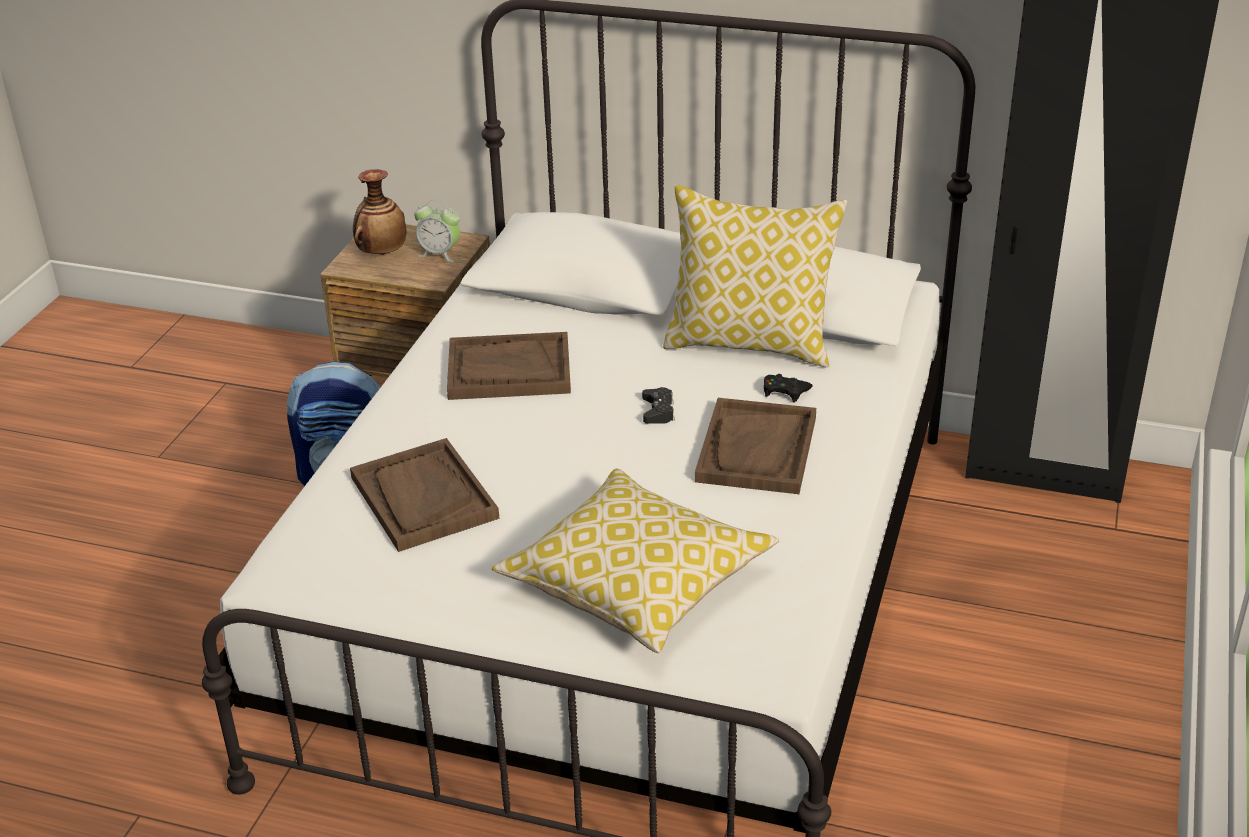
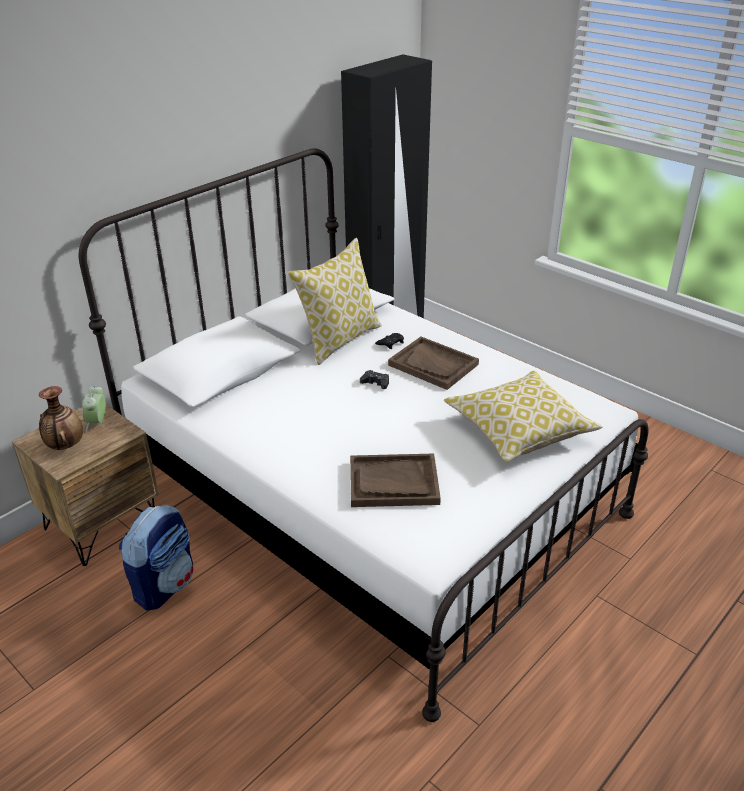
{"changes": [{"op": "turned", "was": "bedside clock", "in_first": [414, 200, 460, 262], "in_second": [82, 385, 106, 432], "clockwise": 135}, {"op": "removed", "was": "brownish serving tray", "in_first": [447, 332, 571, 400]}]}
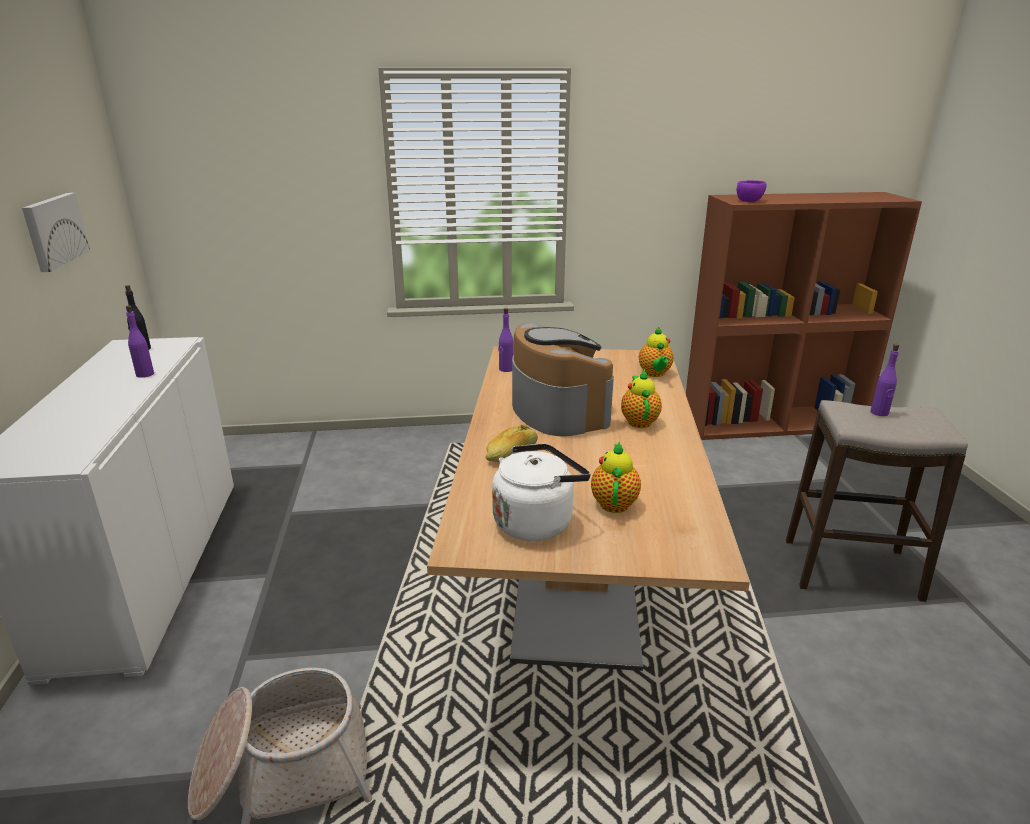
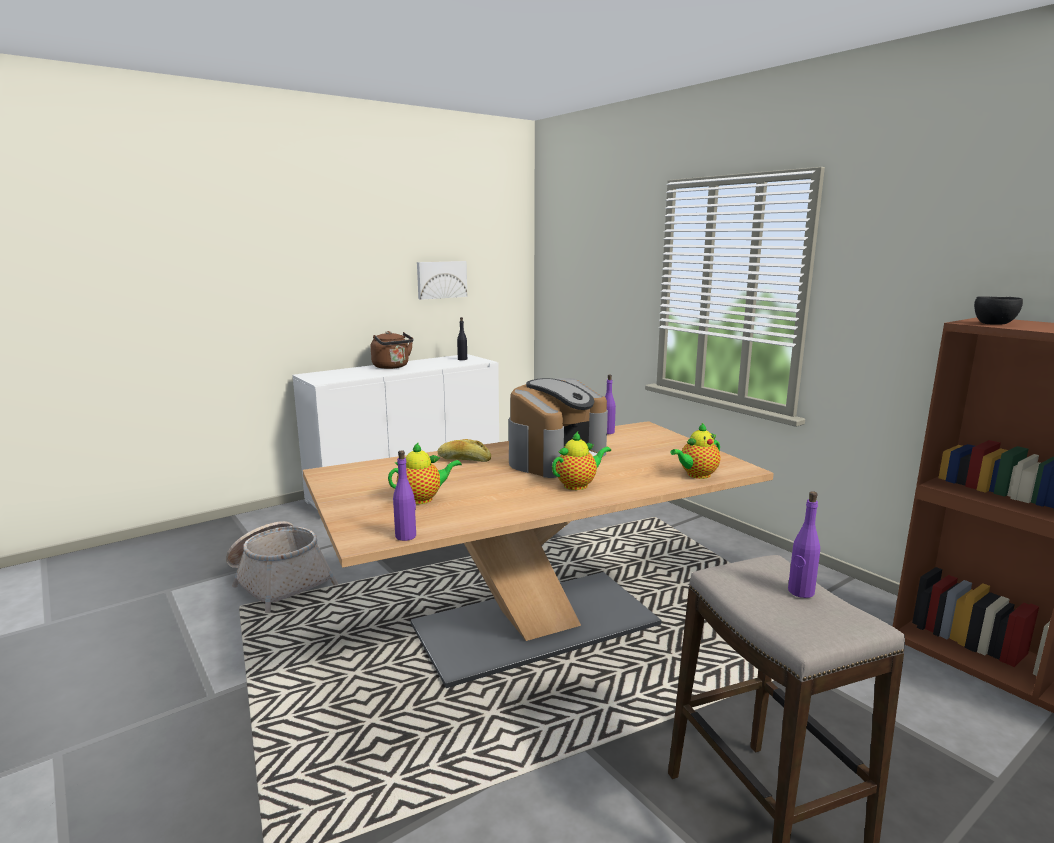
{"changes": [{"op": "moved", "was": "purplish drink bottle", "in_first": [126, 306, 154, 378], "in_second": [393, 450, 416, 541]}, {"op": "removed", "was": "whitish tea kettle", "in_first": [492, 443, 591, 541]}, {"op": "recoloured", "was": "purplish serving bowl", "now": "black-coloured serving bowl", "in_first": [737, 180, 766, 202], "in_second": [974, 296, 1023, 325]}, {"op": "added", "now": "brownish tea kettle", "in_second": [371, 331, 413, 369]}]}
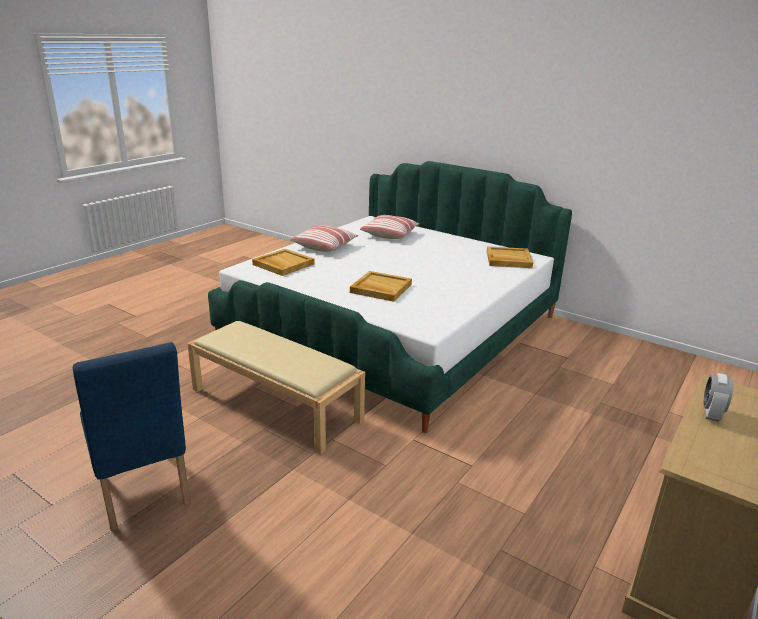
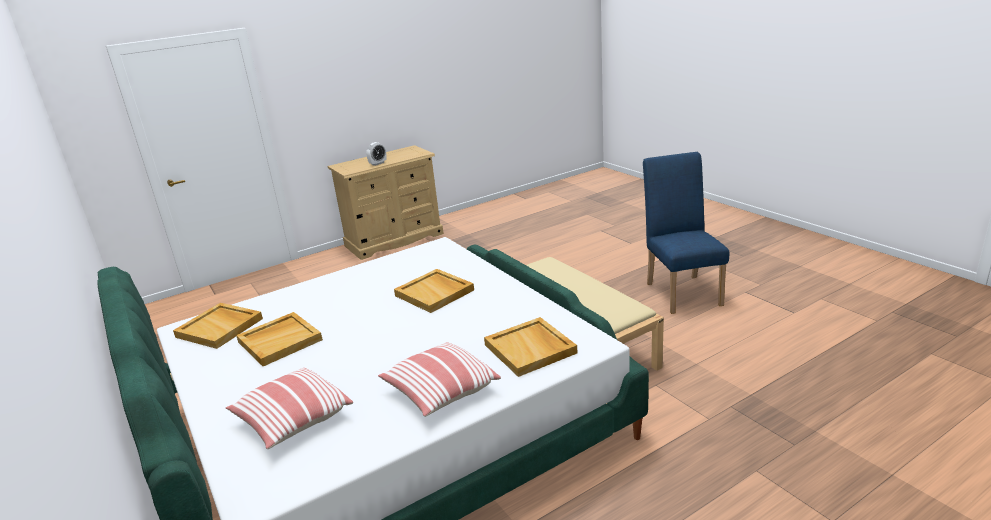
{"changes": [{"op": "added", "now": "sand-coloured serving tray", "in_second": [236, 312, 323, 366]}]}
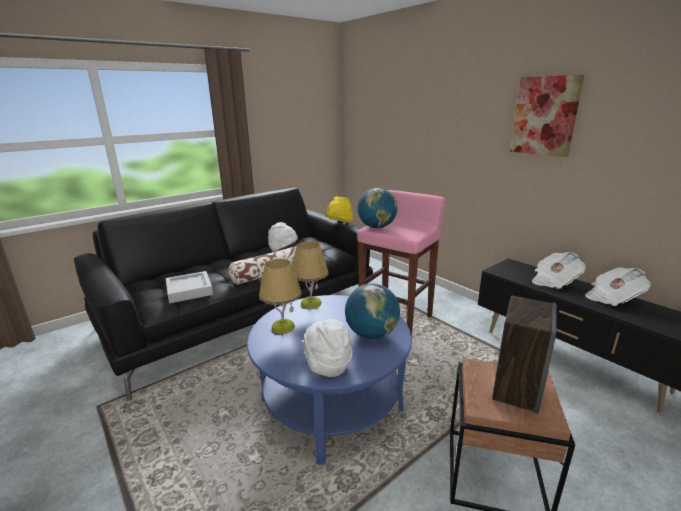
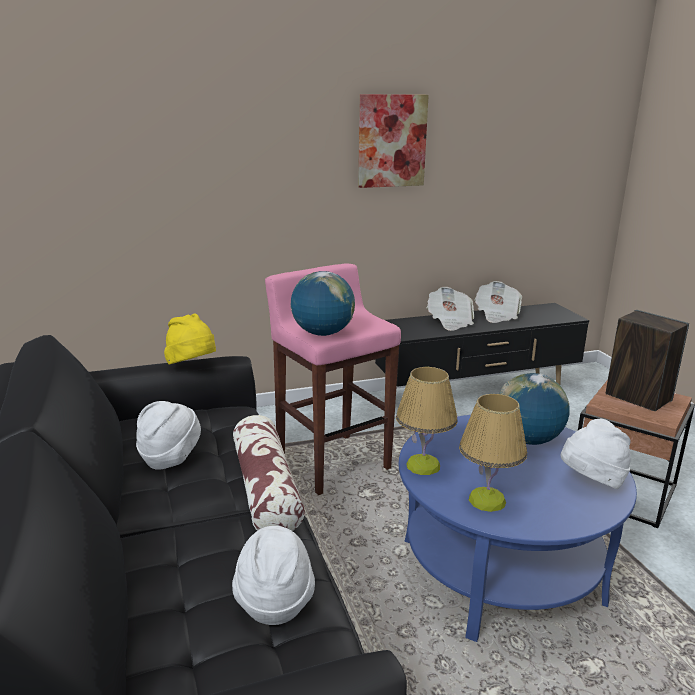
{"changes": [{"op": "replaced", "was": "greyish serving tray", "now": "whitish hat", "in_first": [166, 271, 213, 303], "in_second": [232, 526, 315, 625]}]}
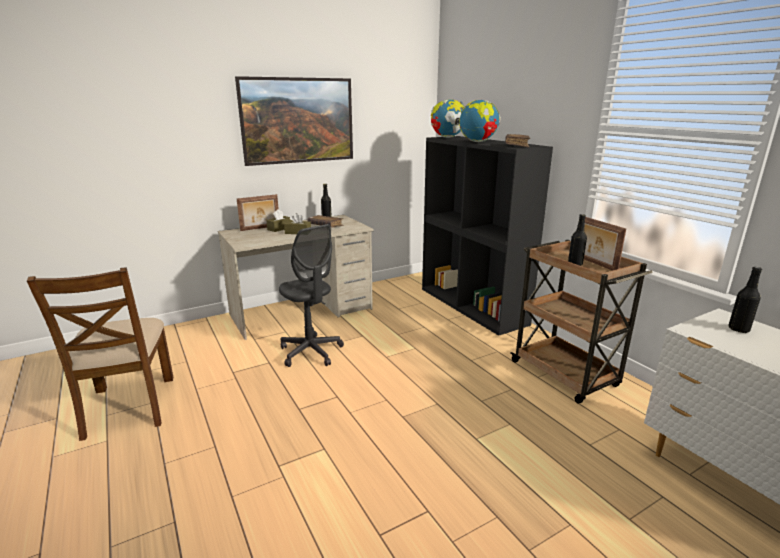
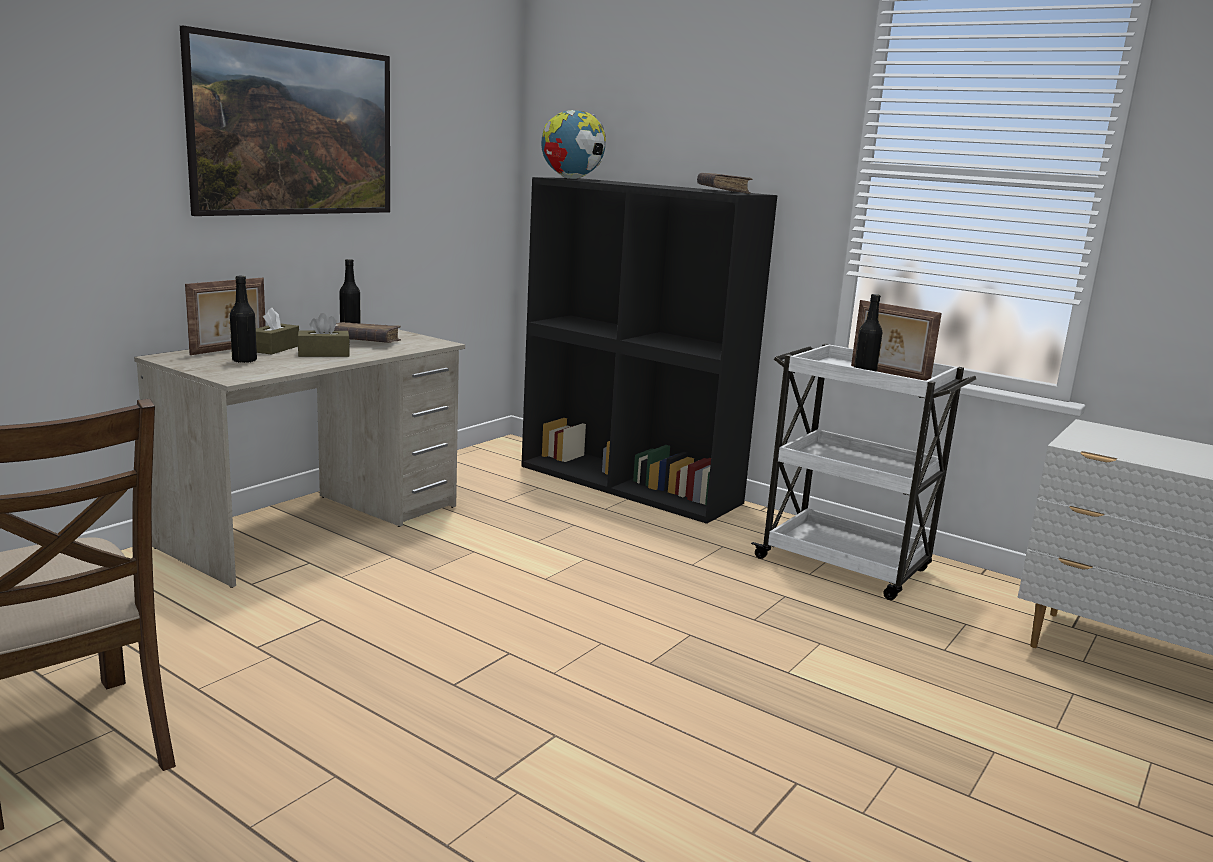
{"changes": [{"op": "removed", "was": "greyish computer chair", "in_first": [279, 224, 344, 367]}, {"op": "removed", "was": "globe", "in_first": [459, 100, 501, 142]}, {"op": "recoloured", "was": "brownish wheeled cart", "now": "whitish wheeled cart", "in_first": [510, 240, 653, 404], "in_second": [751, 343, 976, 600]}, {"op": "moved", "was": "black-coloured drink bottle", "in_first": [728, 267, 762, 333], "in_second": [230, 276, 257, 363]}]}
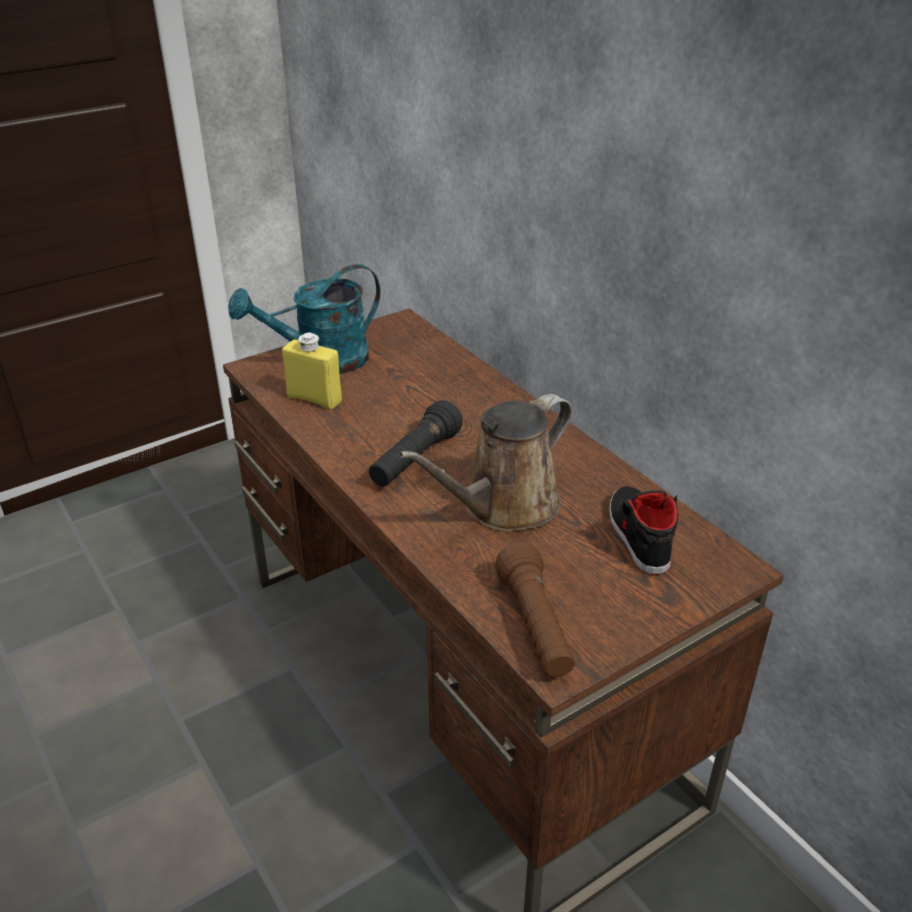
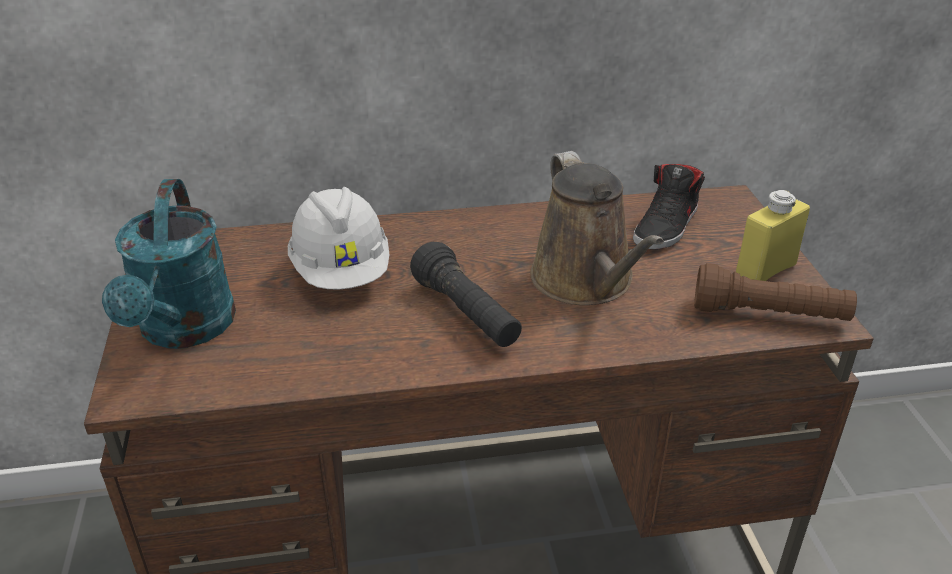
{"changes": [{"op": "moved", "was": "yellowish drink bottle", "in_first": [282, 333, 342, 409], "in_second": [736, 190, 810, 281]}, {"op": "turned", "was": "black-coloured shoe", "in_first": [609, 486, 678, 575], "in_second": [633, 164, 705, 250], "clockwise": -75}, {"op": "added", "now": "whitish hard hat", "in_second": [288, 187, 390, 289]}]}
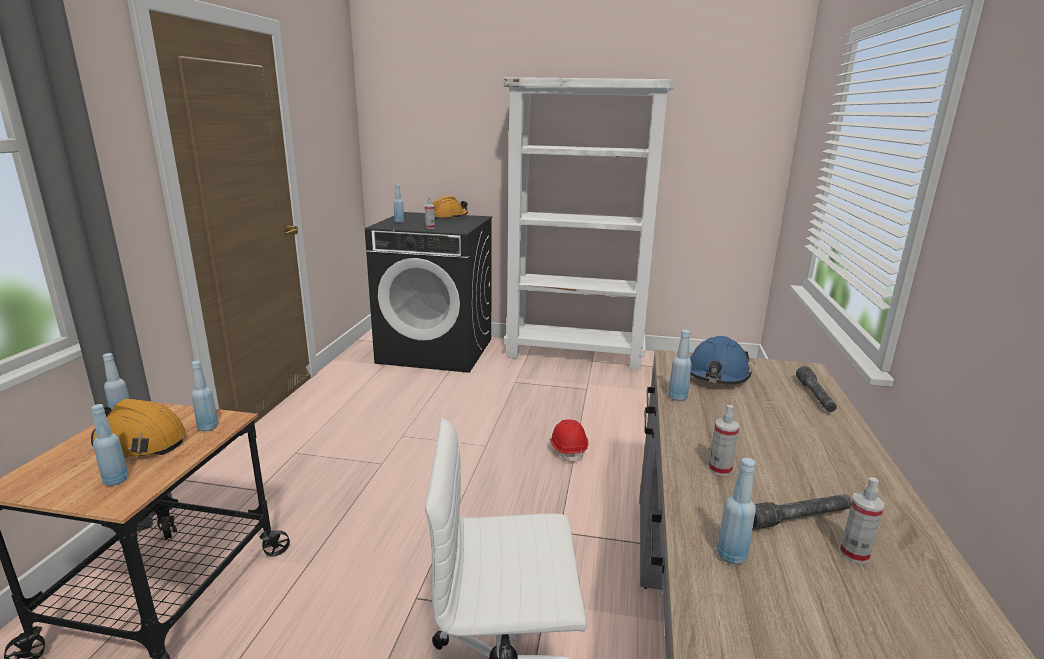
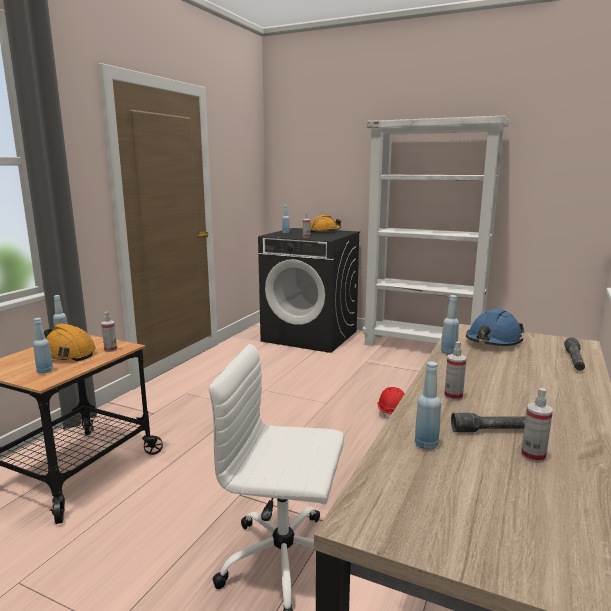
{"changes": [{"op": "replaced", "was": "bluish drink bottle", "now": "sprayer", "in_first": [191, 361, 218, 432], "in_second": [101, 312, 117, 352]}]}
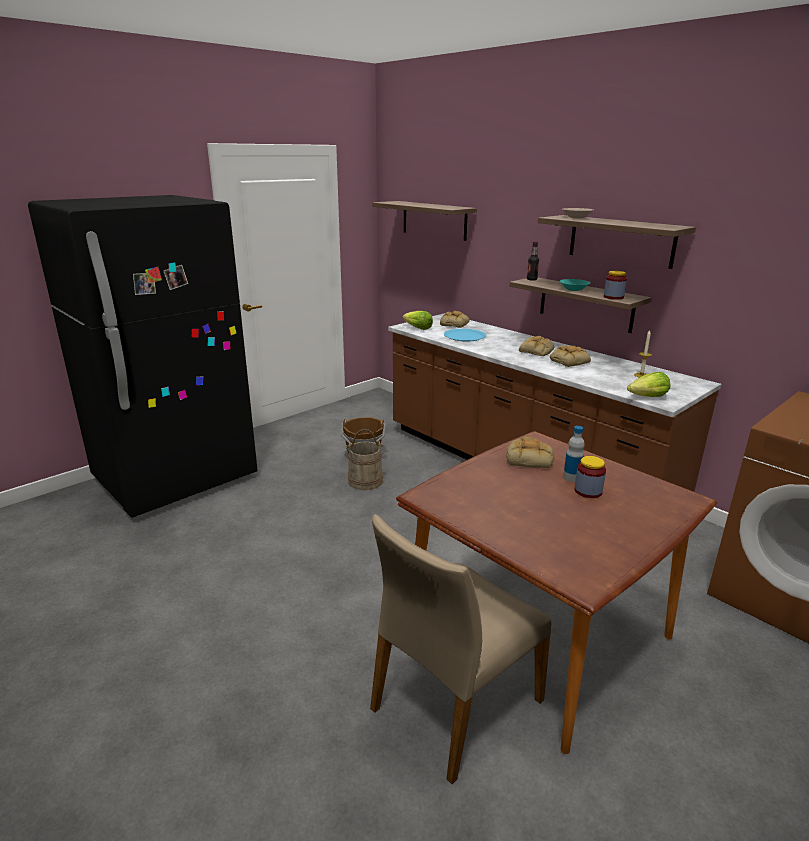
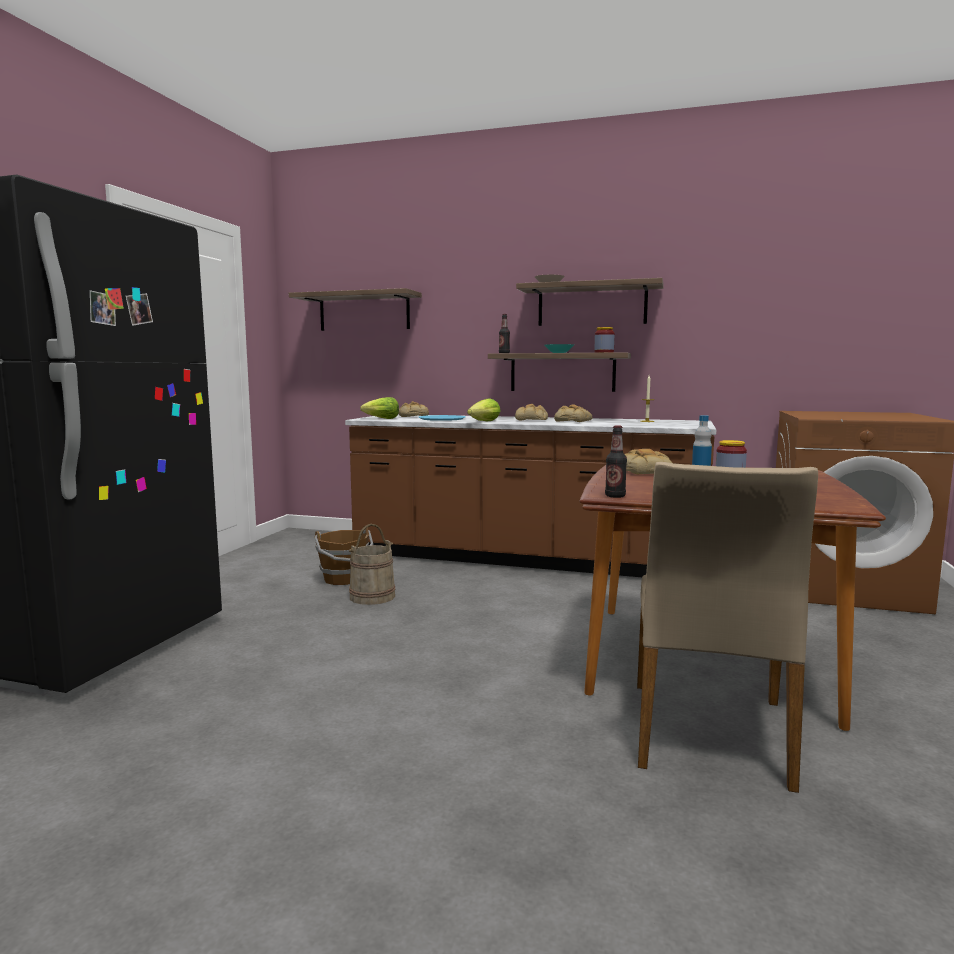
{"changes": [{"op": "moved", "was": "head of lettuce", "in_first": [627, 372, 670, 397], "in_second": [467, 398, 501, 421]}, {"op": "added", "now": "drink bottle", "in_second": [605, 425, 627, 498]}]}
